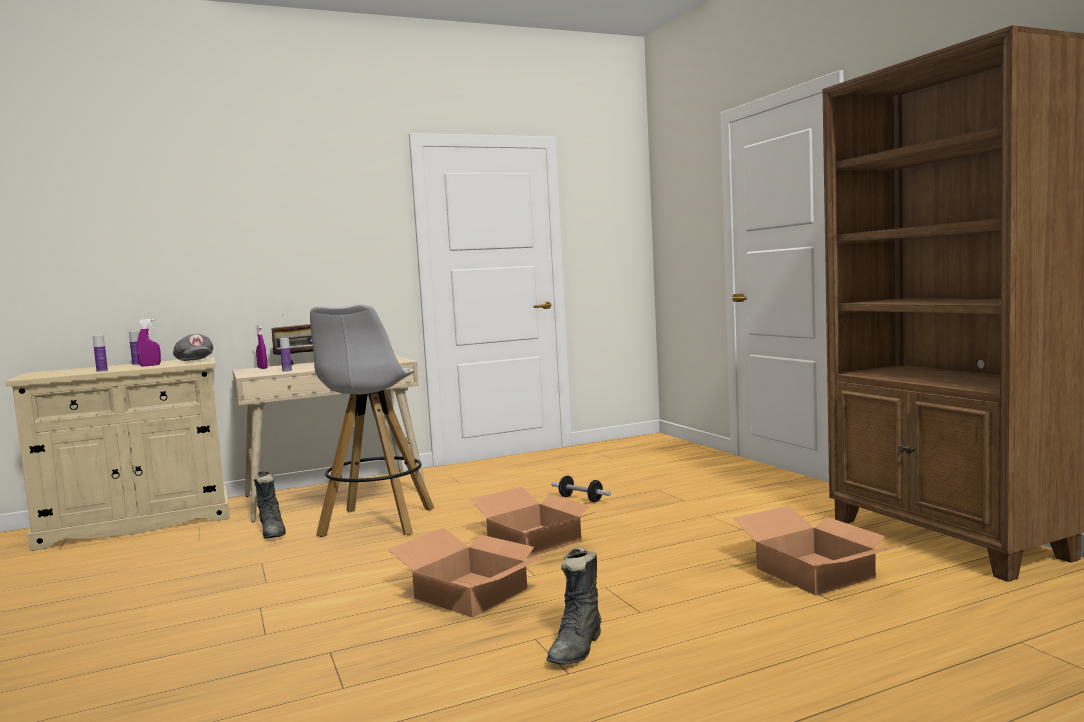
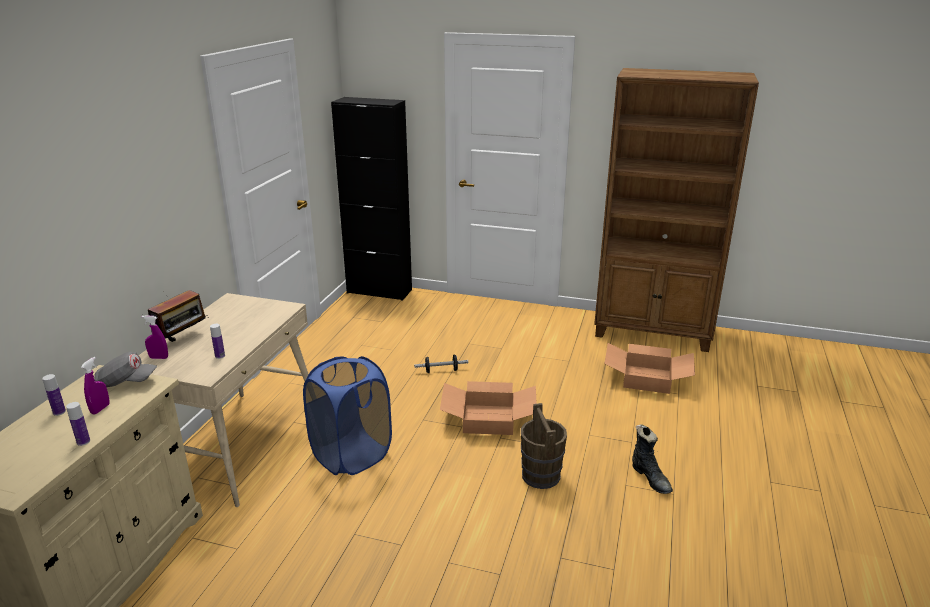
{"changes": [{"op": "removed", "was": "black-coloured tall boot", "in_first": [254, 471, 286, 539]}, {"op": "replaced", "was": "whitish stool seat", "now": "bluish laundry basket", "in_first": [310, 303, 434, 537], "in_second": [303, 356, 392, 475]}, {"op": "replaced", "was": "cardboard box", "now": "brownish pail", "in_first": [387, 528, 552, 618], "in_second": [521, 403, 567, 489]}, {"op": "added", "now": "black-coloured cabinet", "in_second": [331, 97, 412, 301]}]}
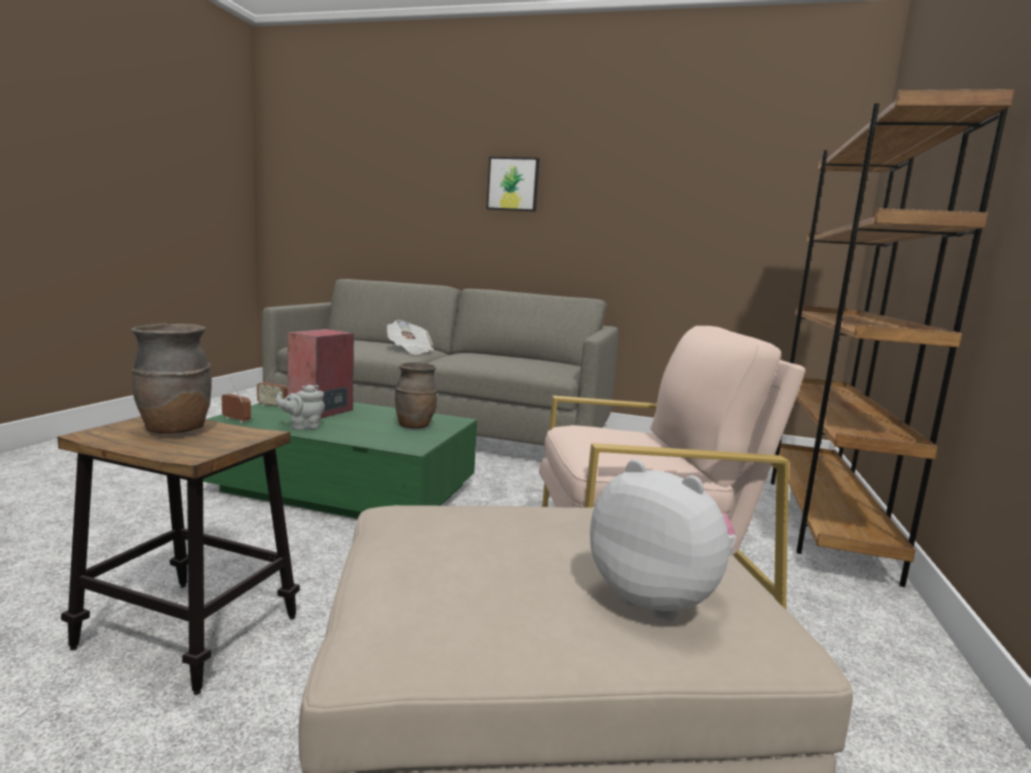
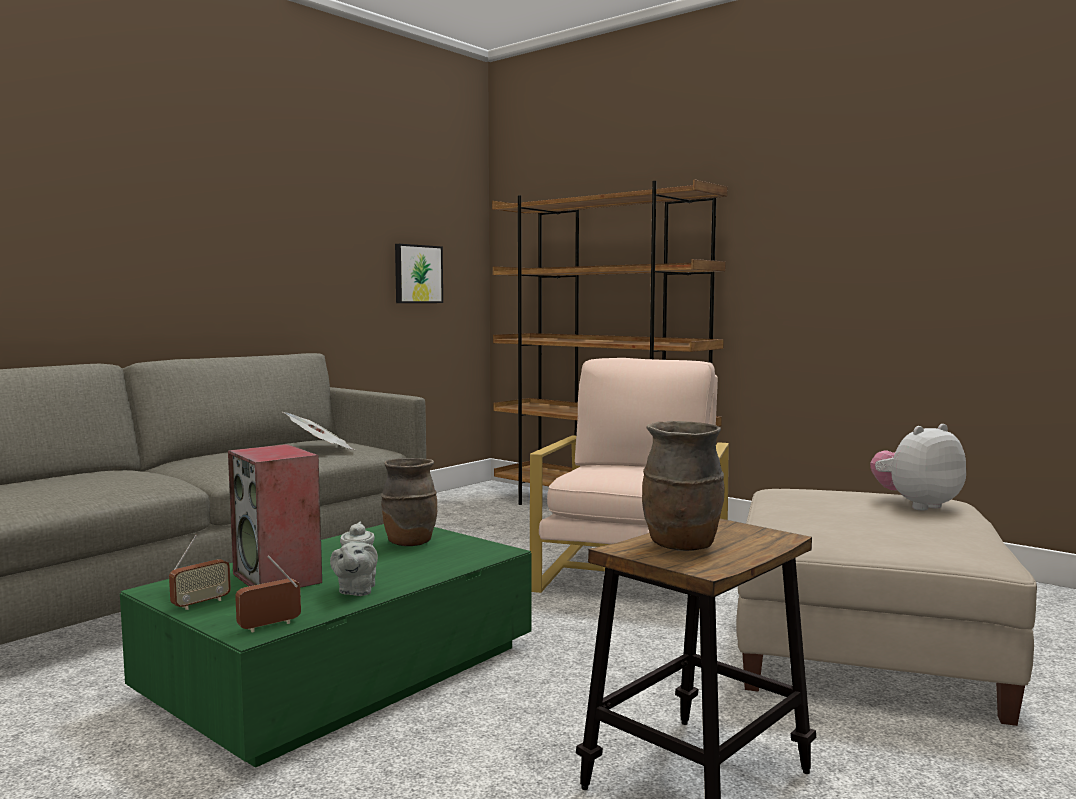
{"changes": [{"op": "moved", "was": "printed paper", "in_first": [387, 320, 434, 355], "in_second": [283, 412, 354, 450]}, {"op": "moved", "was": "wall picture", "in_first": [486, 157, 539, 212], "in_second": [395, 244, 443, 303]}]}
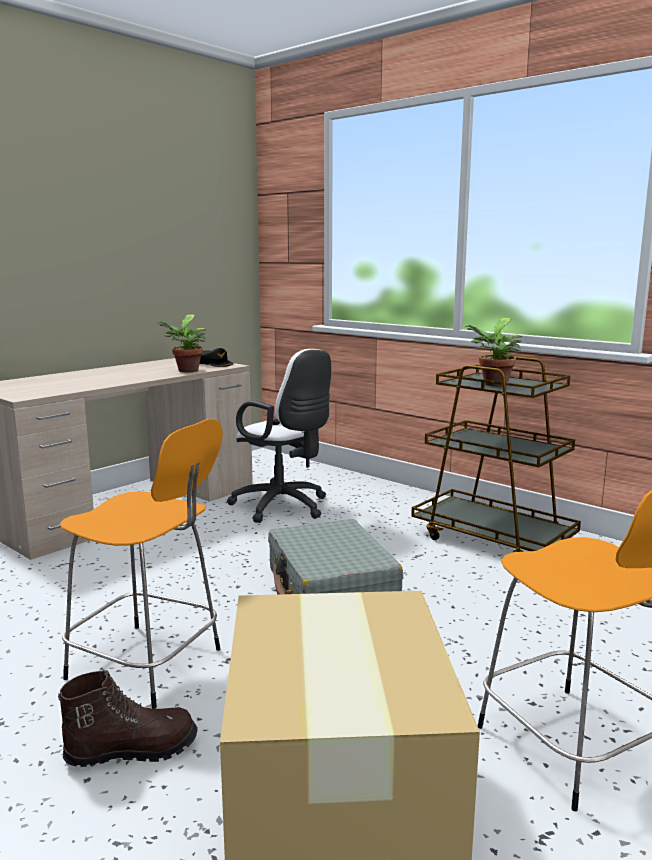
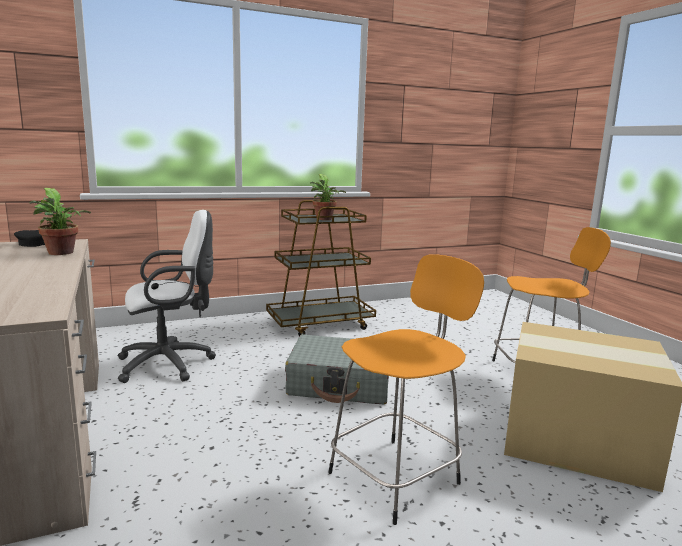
{"changes": [{"op": "removed", "was": "brownish tall boot", "in_first": [58, 670, 198, 767]}]}
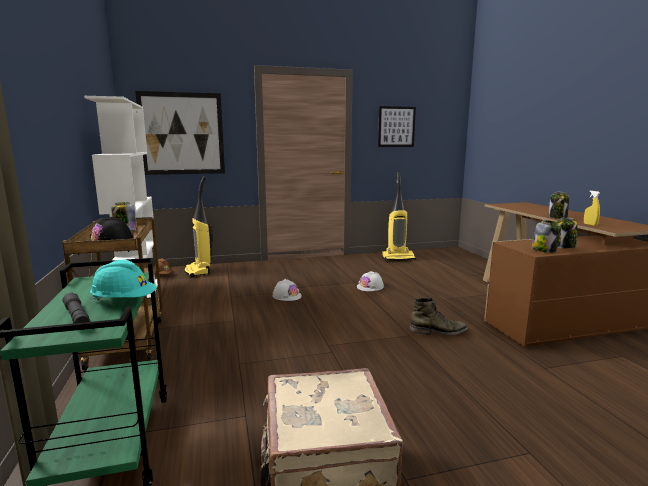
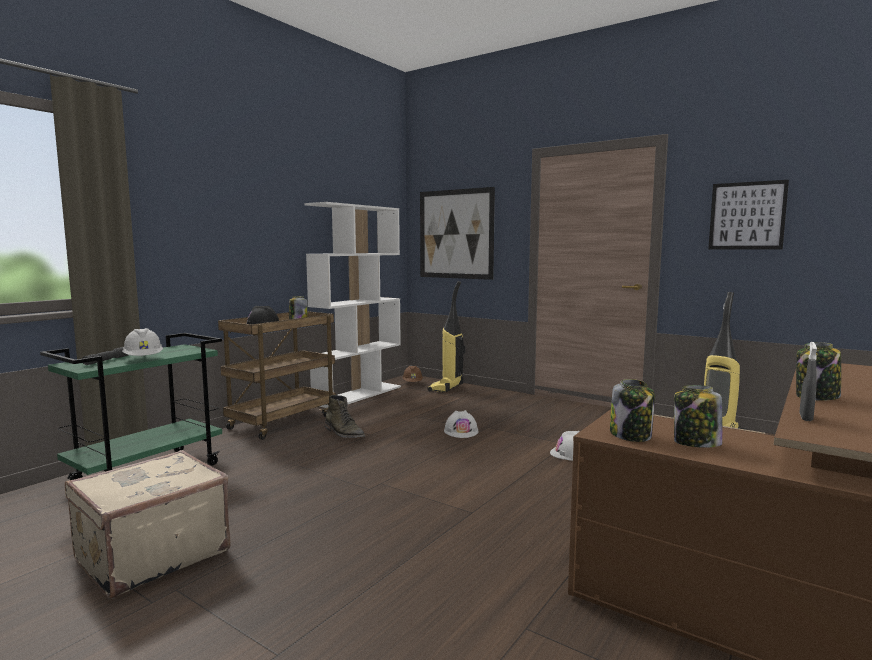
{"changes": [{"op": "recoloured", "was": "blue-green hard hat", "now": "whitish hard hat", "in_first": [90, 260, 157, 301], "in_second": [122, 328, 163, 357]}, {"op": "moved", "was": "green-coloured tall boot", "in_first": [410, 298, 468, 335], "in_second": [325, 395, 365, 438]}, {"op": "recoloured", "was": "yellowish sprayer", "now": "greyish sprayer", "in_first": [584, 191, 600, 226], "in_second": [800, 342, 817, 421]}]}
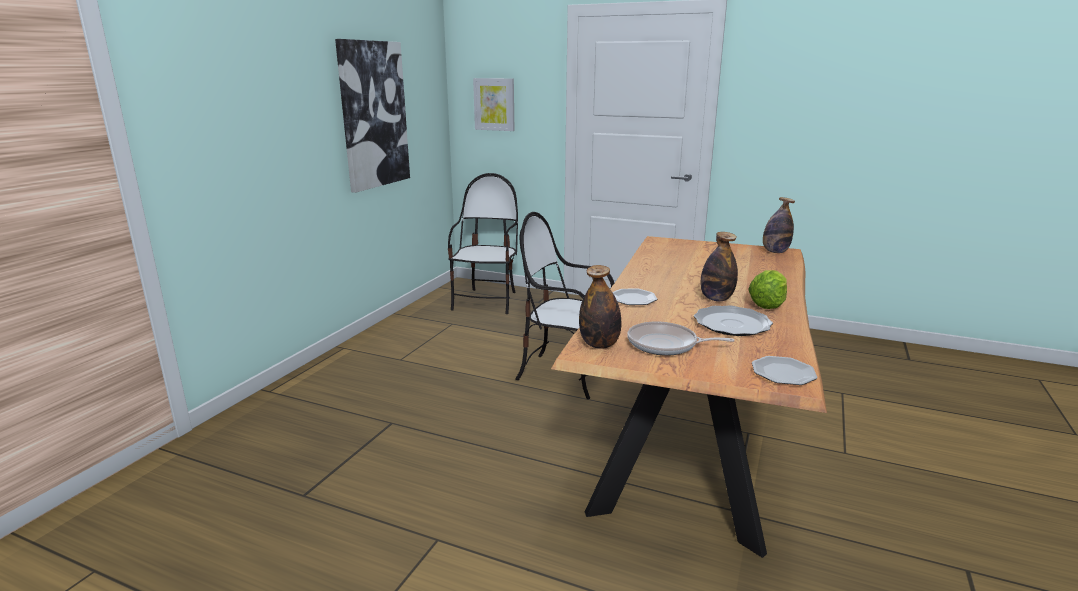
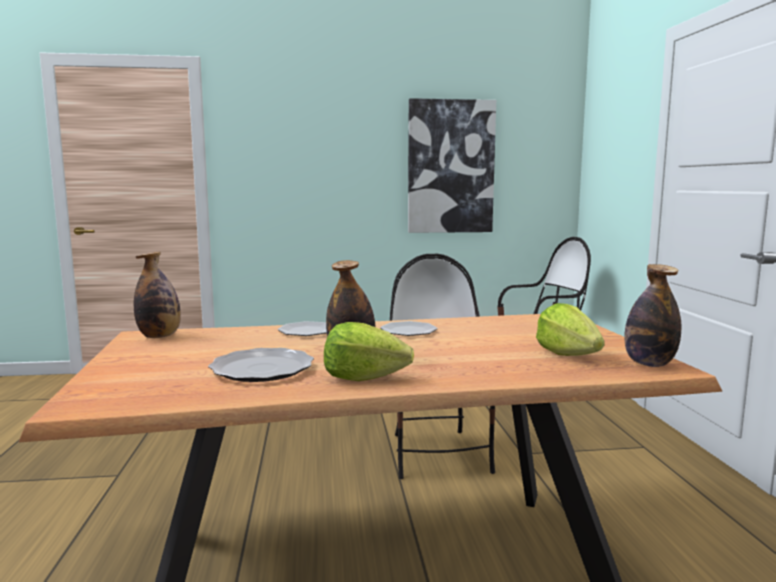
{"changes": [{"op": "removed", "was": "wall picture", "in_first": [473, 78, 514, 131]}, {"op": "removed", "was": "frying pan", "in_first": [627, 321, 735, 355]}, {"op": "moved", "was": "plate", "in_first": [752, 356, 818, 385], "in_second": [380, 321, 438, 336]}, {"op": "added", "now": "head of lettuce", "in_second": [536, 303, 605, 356]}]}
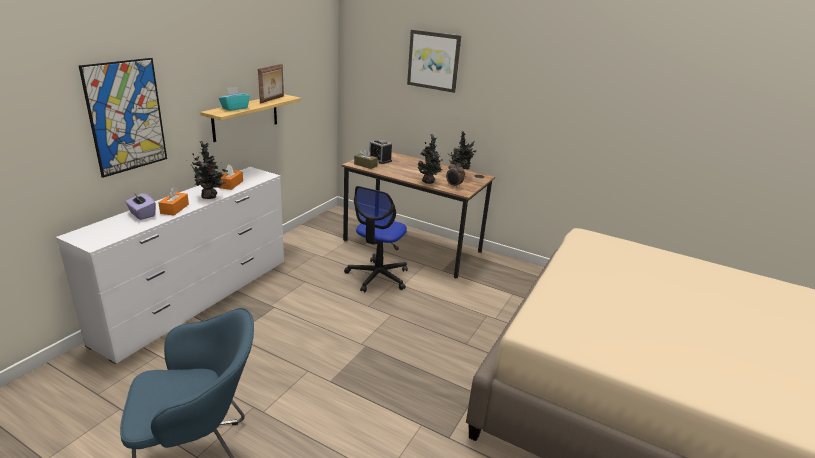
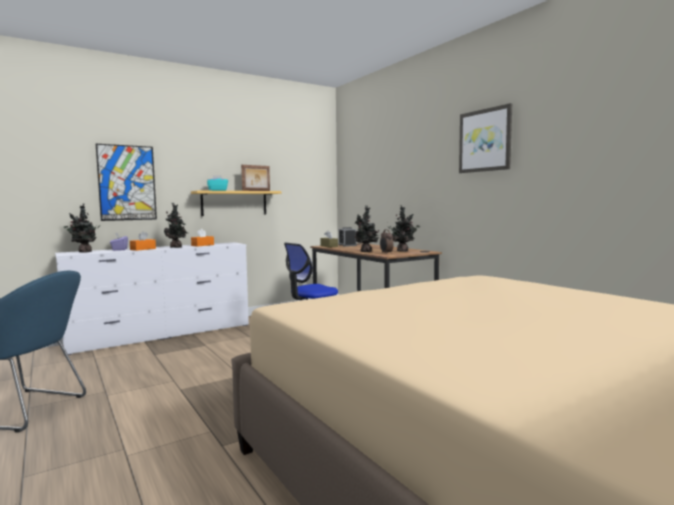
{"changes": [{"op": "moved", "was": "wall picture", "in_first": [407, 30, 461, 93], "in_second": [459, 103, 512, 173]}, {"op": "added", "now": "houseplant", "in_second": [64, 203, 101, 253]}]}
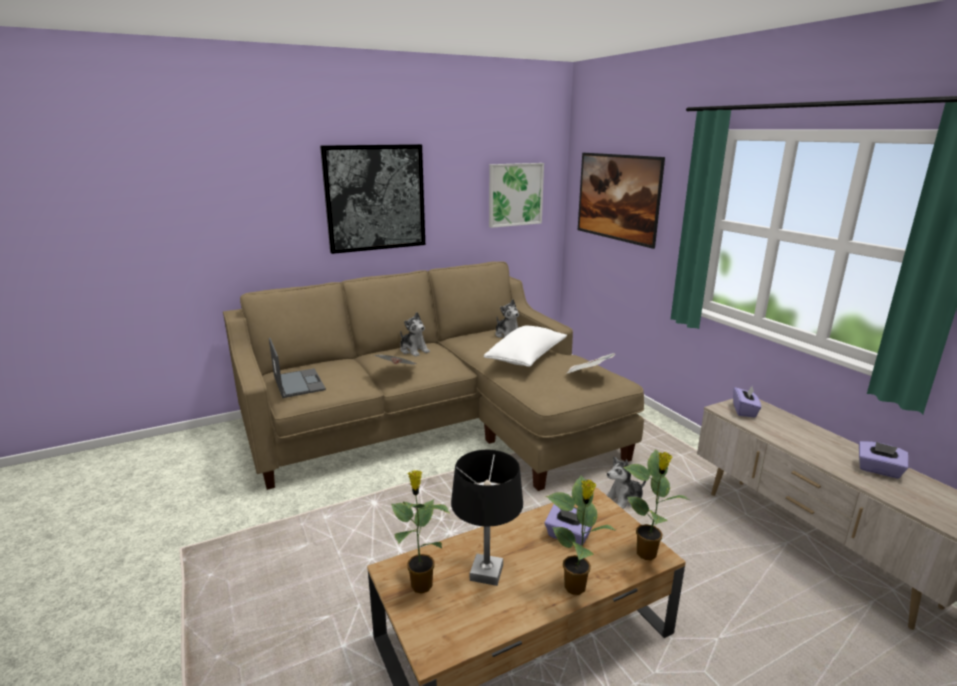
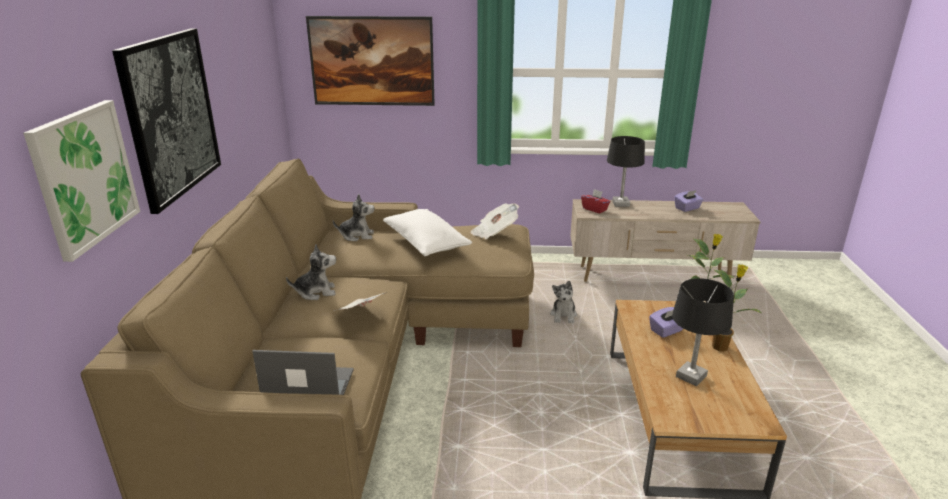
{"changes": [{"op": "removed", "was": "houseplant", "in_first": [391, 470, 450, 594]}, {"op": "moved", "was": "wall picture", "in_first": [489, 163, 544, 228], "in_second": [23, 100, 140, 262]}, {"op": "recoloured", "was": "purplish box of tissues", "now": "reddish box of tissues", "in_first": [733, 386, 761, 418], "in_second": [581, 189, 610, 213]}, {"op": "added", "now": "black-coloured lamp for a table", "in_second": [607, 136, 645, 207]}]}
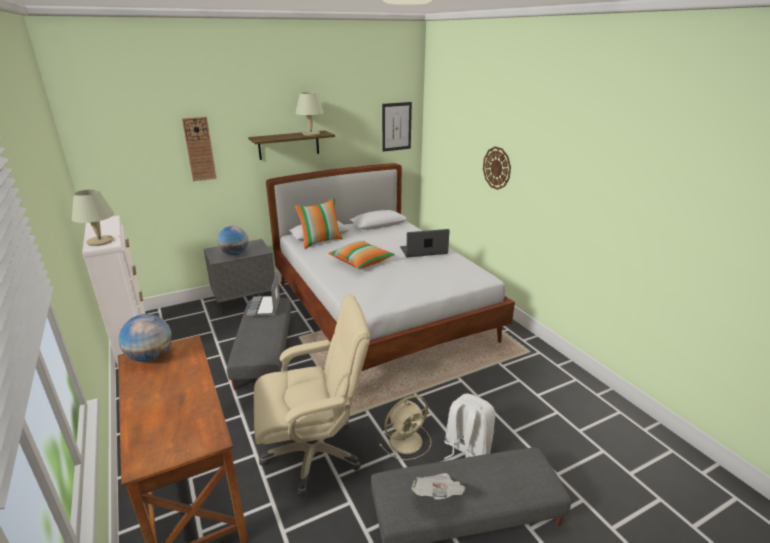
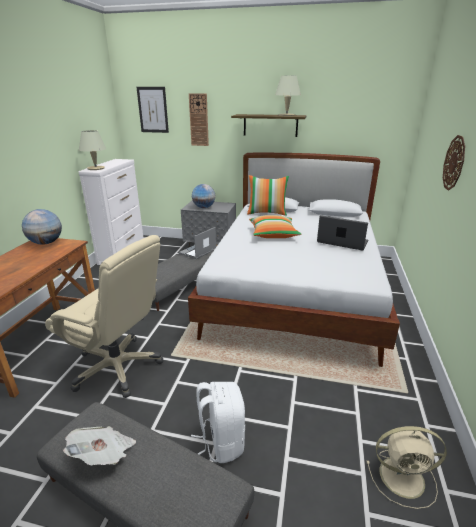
{"changes": [{"op": "moved", "was": "sand-coloured cooling fan", "in_first": [379, 395, 431, 460], "in_second": [366, 426, 447, 509]}, {"op": "moved", "was": "wall picture", "in_first": [382, 102, 412, 152], "in_second": [137, 87, 169, 133]}]}
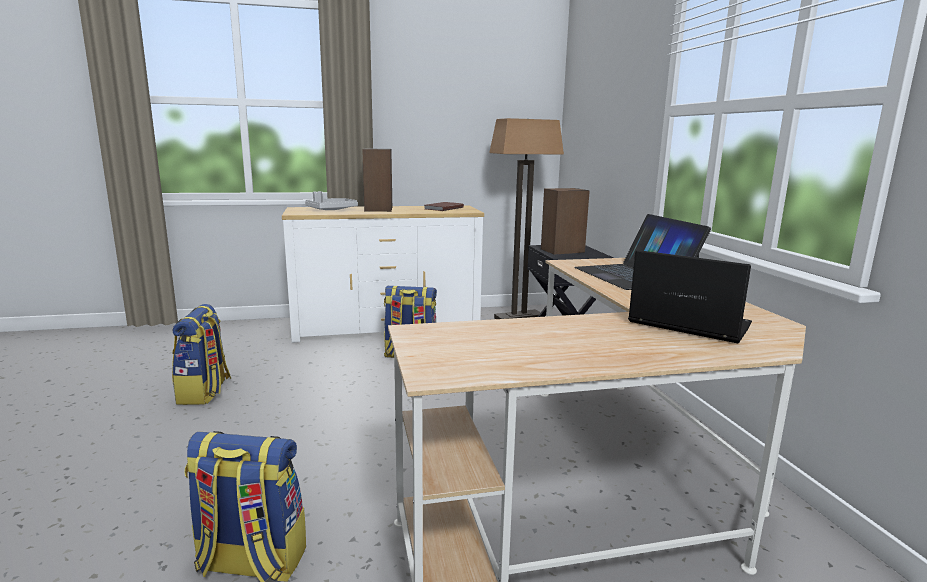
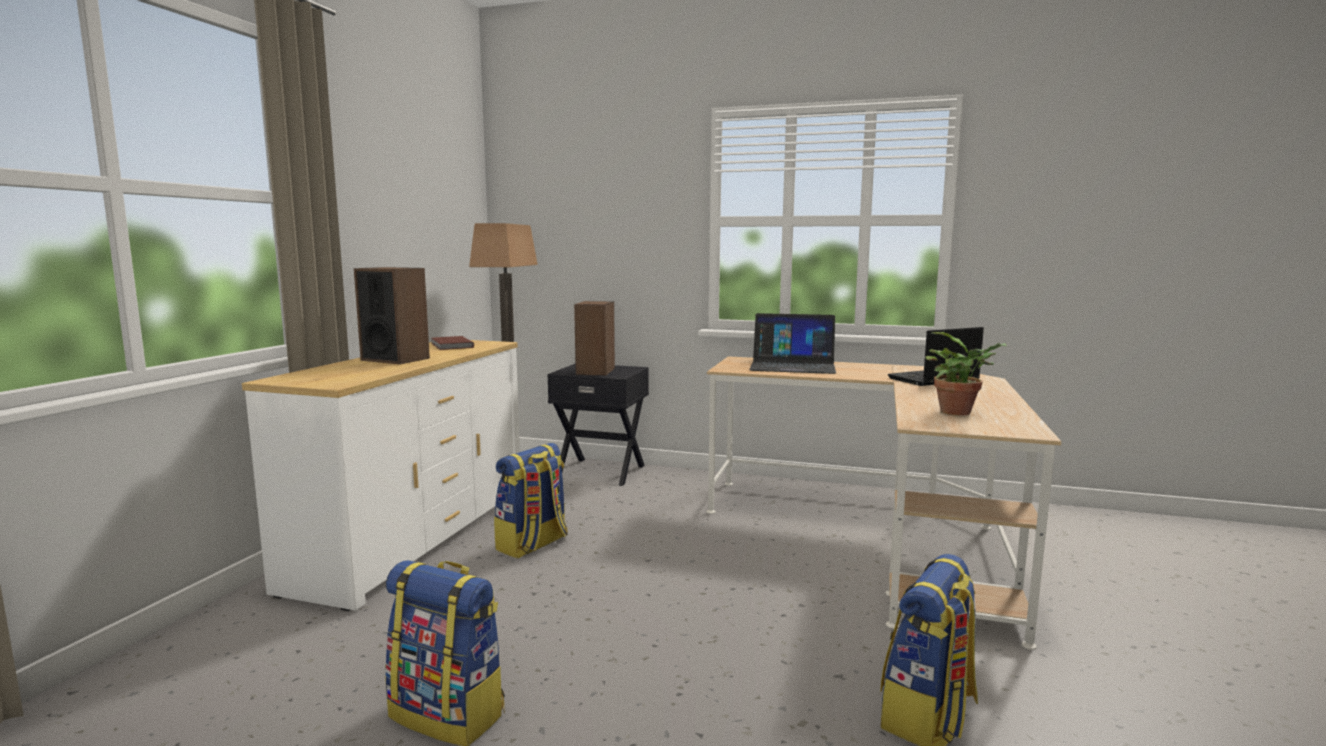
{"changes": [{"op": "removed", "was": "greyish serving tray", "in_first": [305, 191, 358, 210]}, {"op": "added", "now": "houseplant", "in_second": [926, 332, 1007, 416]}]}
